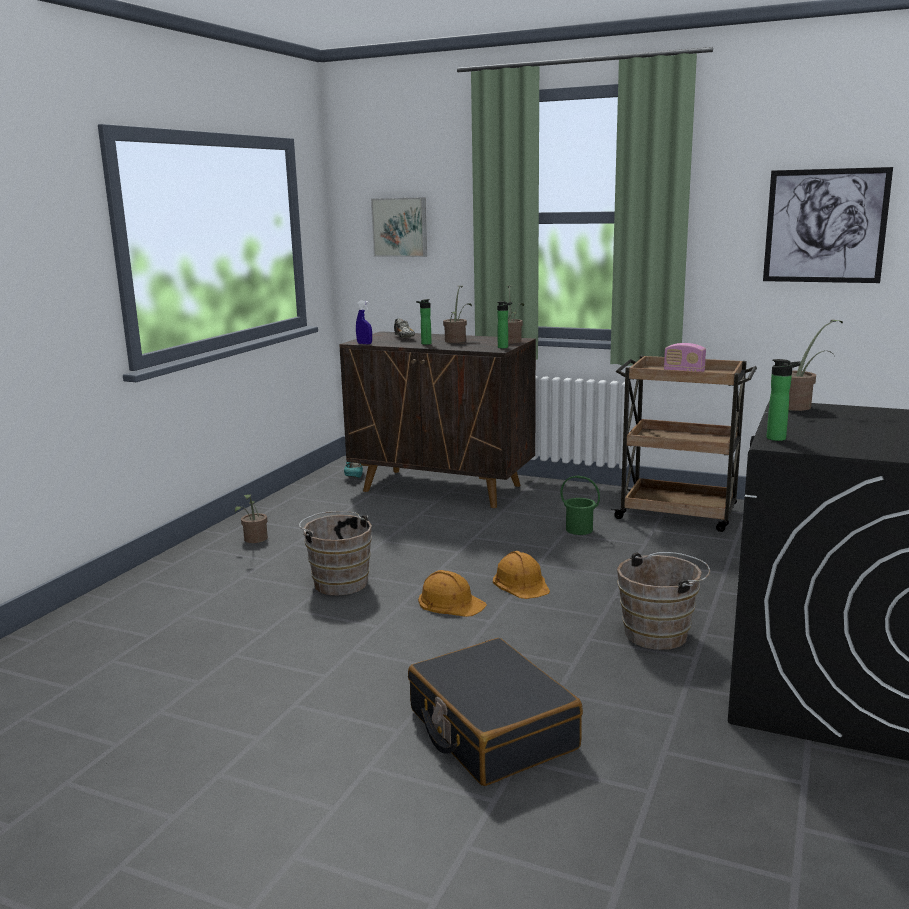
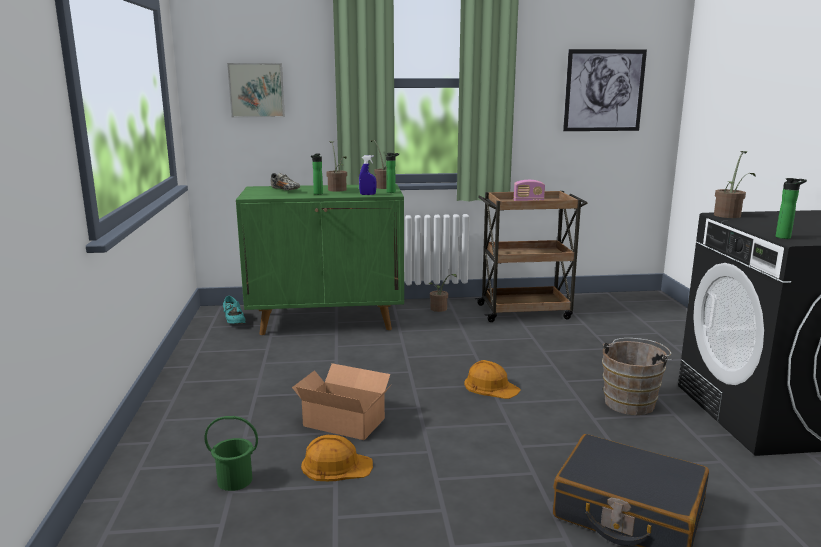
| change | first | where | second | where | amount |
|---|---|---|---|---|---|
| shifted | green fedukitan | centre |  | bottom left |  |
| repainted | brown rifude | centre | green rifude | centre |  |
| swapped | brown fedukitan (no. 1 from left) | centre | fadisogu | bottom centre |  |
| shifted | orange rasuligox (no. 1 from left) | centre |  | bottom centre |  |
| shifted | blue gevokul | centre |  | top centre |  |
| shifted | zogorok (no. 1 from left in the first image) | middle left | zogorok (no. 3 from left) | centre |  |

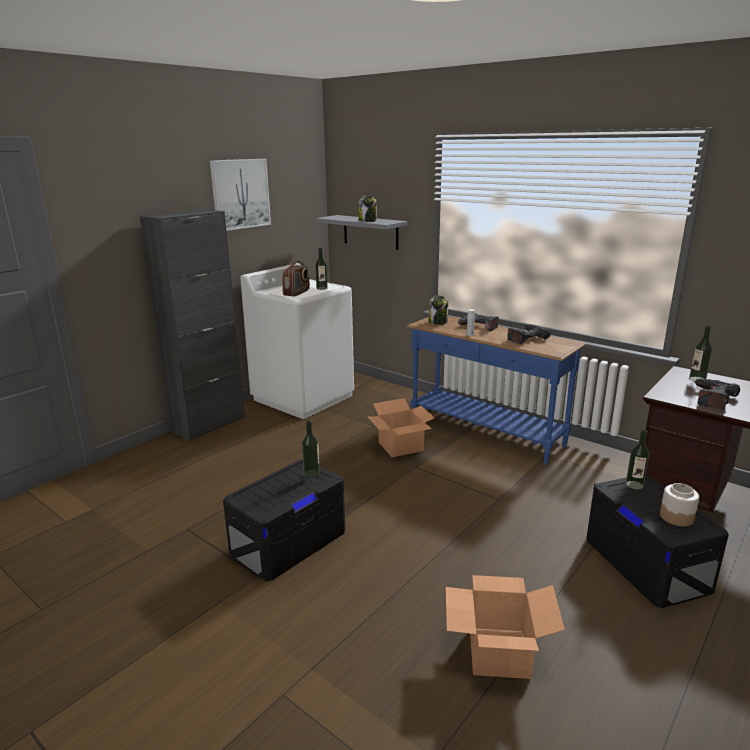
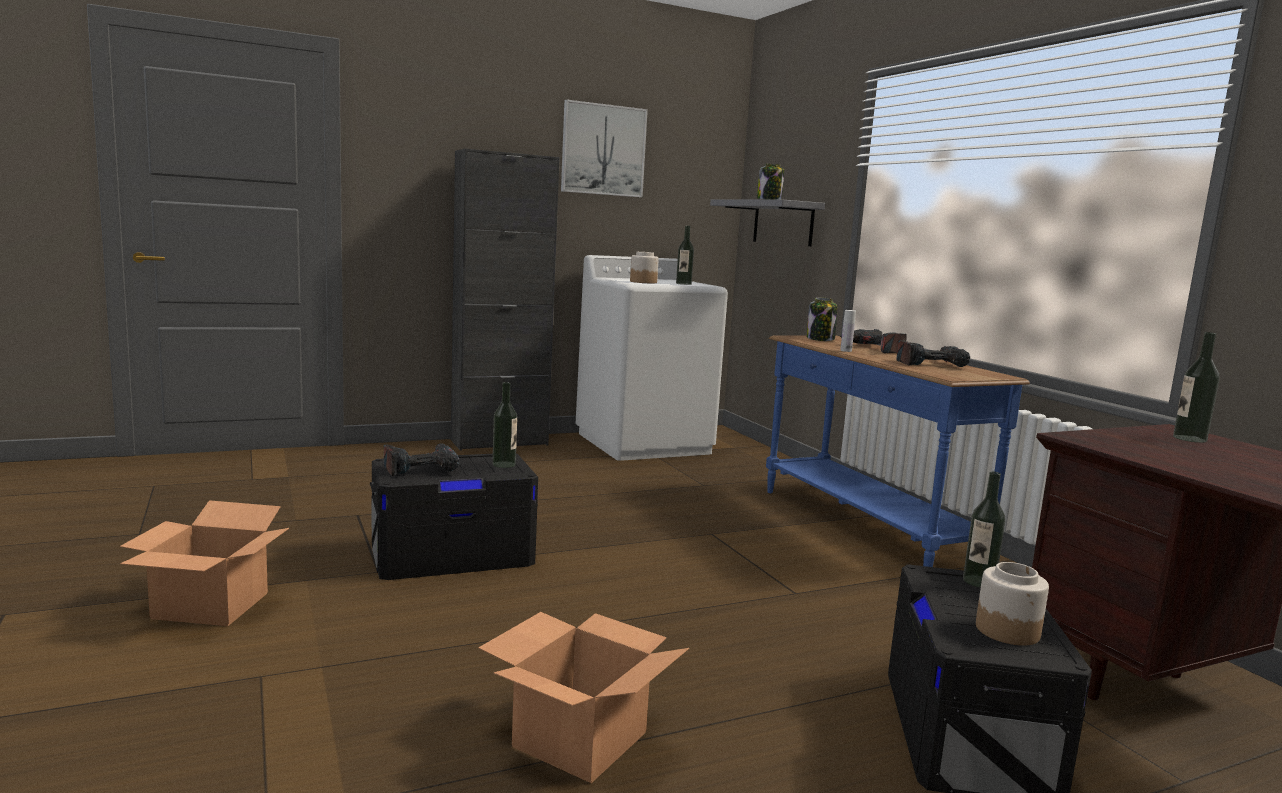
| change | first | where | second | where | amount |
|---|---|---|---|---|---|
| shifted | fadisogu (no. 1 from left) | centre |  | bottom left |  |
| shifted | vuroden (no. 3 from left in the first image) | middle right | vuroden (no. 1 from left) | middle left |  |
| swapped | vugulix | centre | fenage (no. 1 from left) | centre |  |

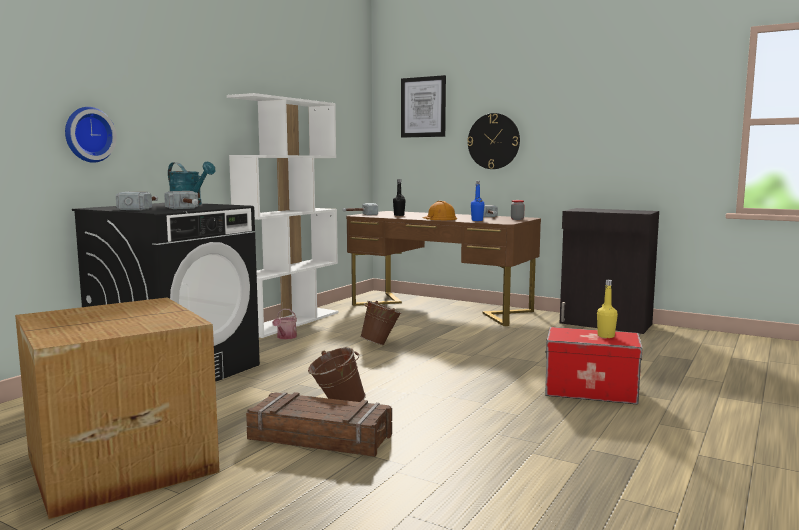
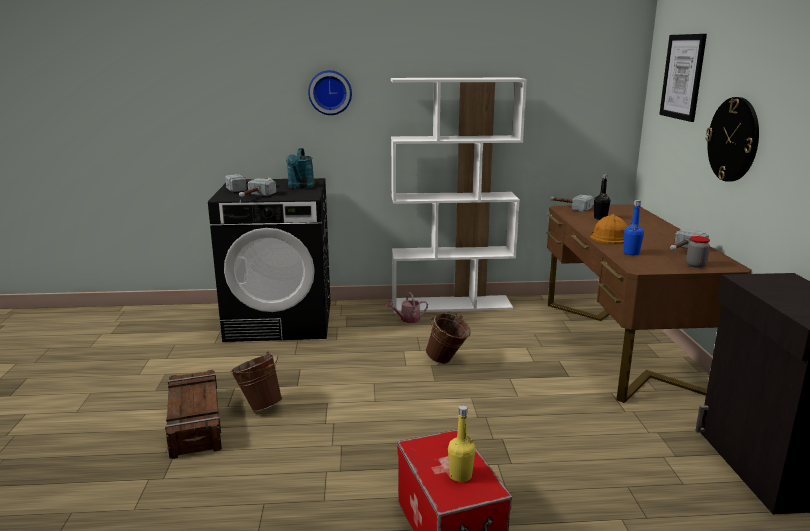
| change | first | where | second | where | amount |
|---|---|---|---|---|---|
| shifted | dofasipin (no. 1 from left) | top left |  | top centre |  |
| gone | fadisogu | bottom left |  |  |  |

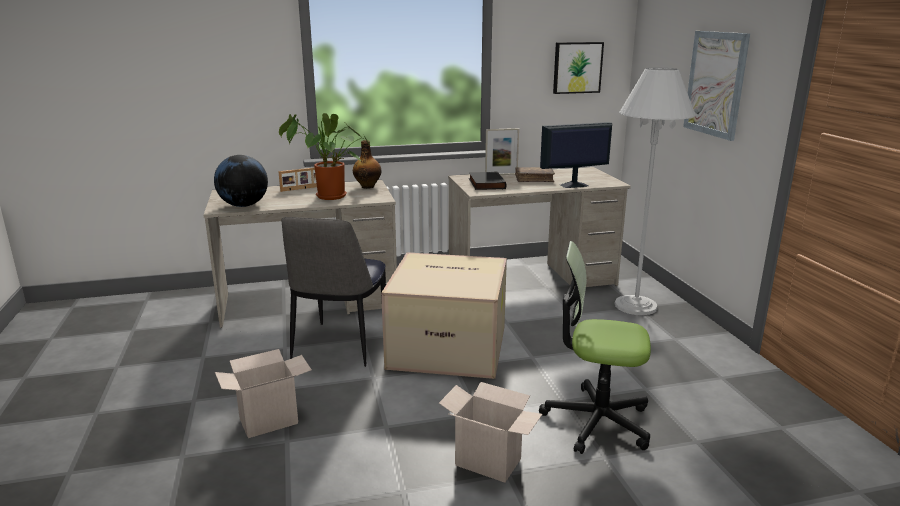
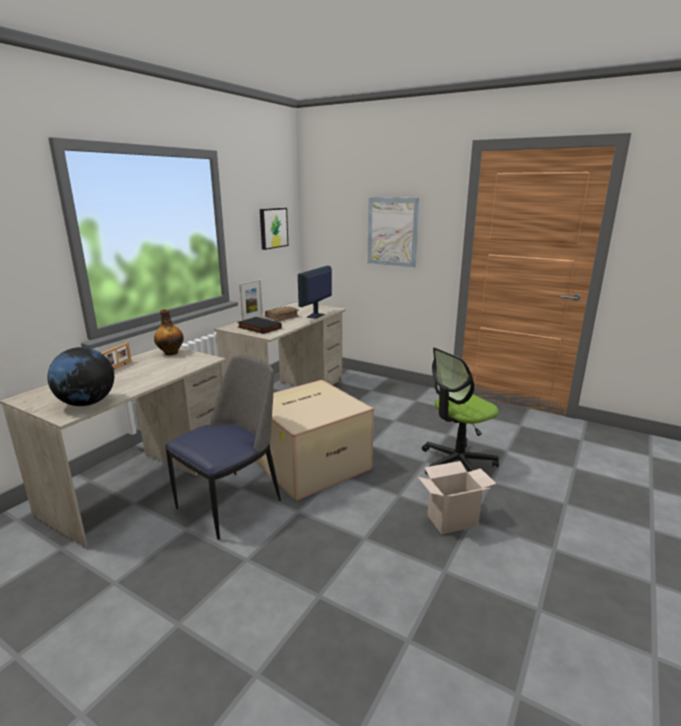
| change | first | where | second | where | amount |
|---|---|---|---|---|---|
| rotated | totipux | centre |  | middle left | 105 degrees counterclockwise |
| gone | fadisogu (no. 1 from left) | bottom left |  |  |  |
| gone | zogorok | top centre |  |  |  |
| gone | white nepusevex | middle right |  |  |  |

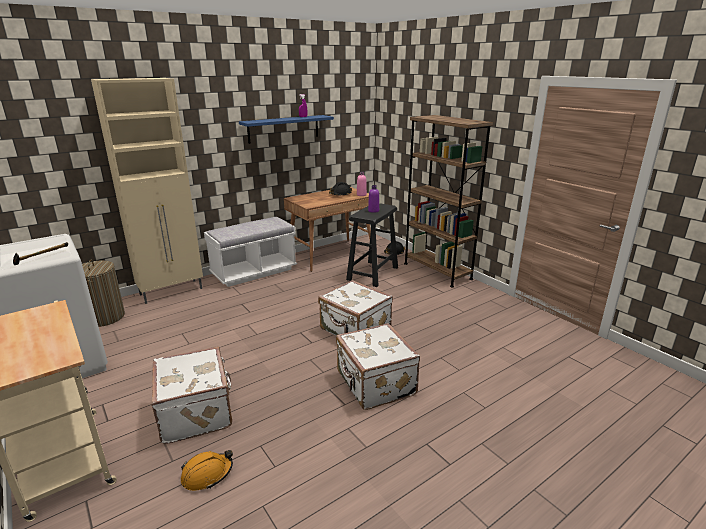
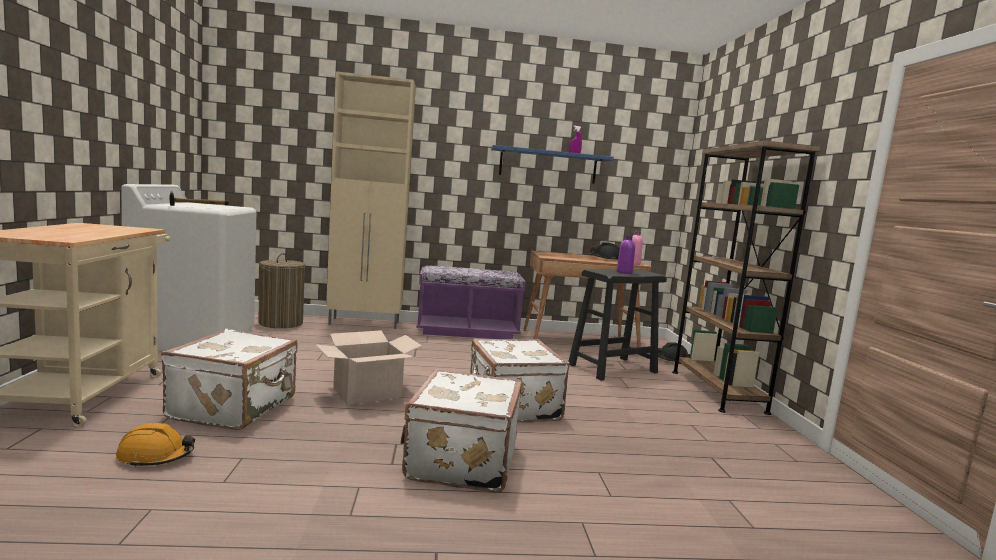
| change | first | where | second | where | amount |
|---|---|---|---|---|---|
| new |  |  | fadisogu | centre |  |
| repainted | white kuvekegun | centre | purple kuvekegun | centre |  |

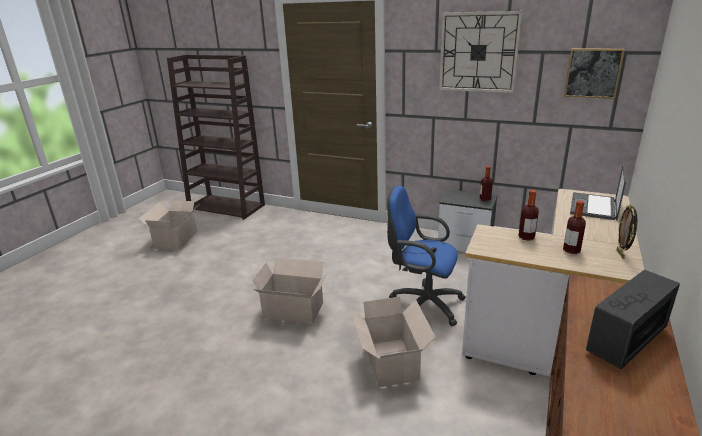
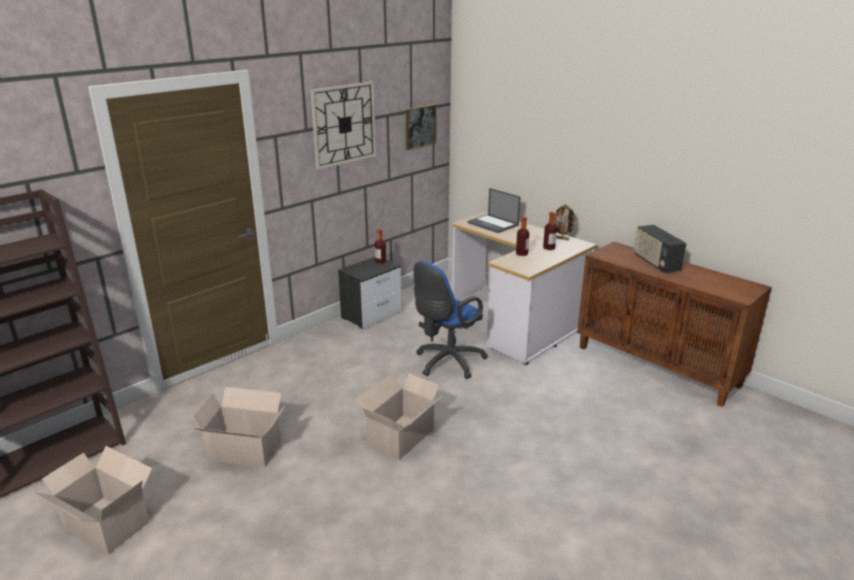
| change | first | where | second | where | amount |
|---|---|---|---|---|---|
| shifted | fadisogu (no. 3 from left in the first image) | bottom centre | fadisogu (no. 2 from left) | bottom left |  |

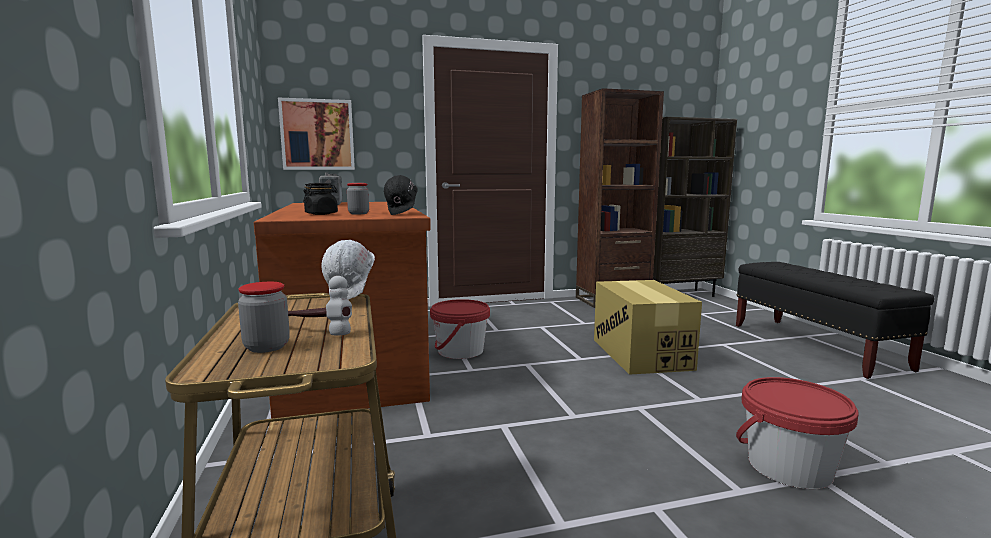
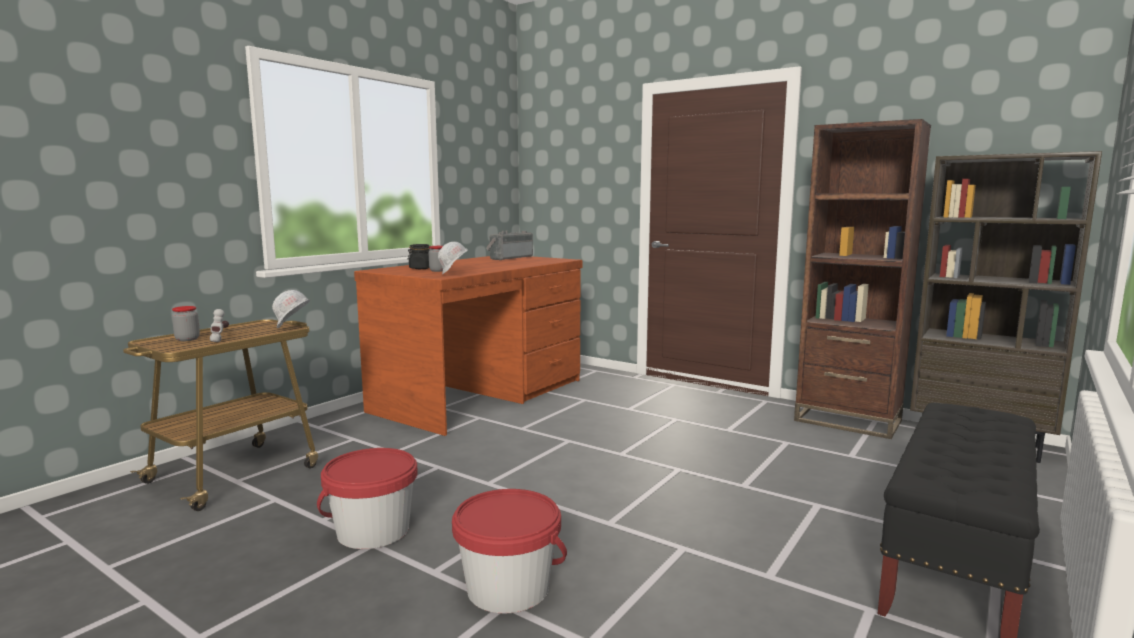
| change | first | where | second | where | amount |
|---|---|---|---|---|---|
| shifted | red fedukitan (no. 1 from left) | centre |  | bottom left |  |
| repainted | black rasuligox | centre | white rasuligox (no. 2 from left) | centre |  |
| gone | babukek | top left |  |  |  |
| gone | fadisogu | centre |  |  |  |

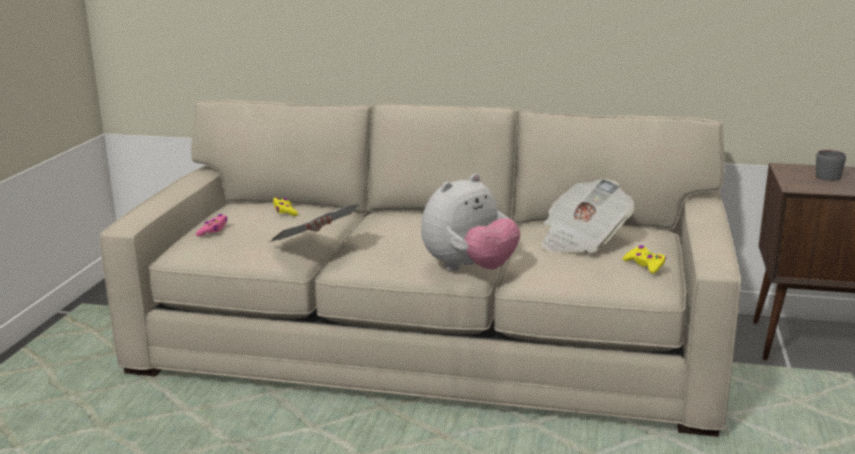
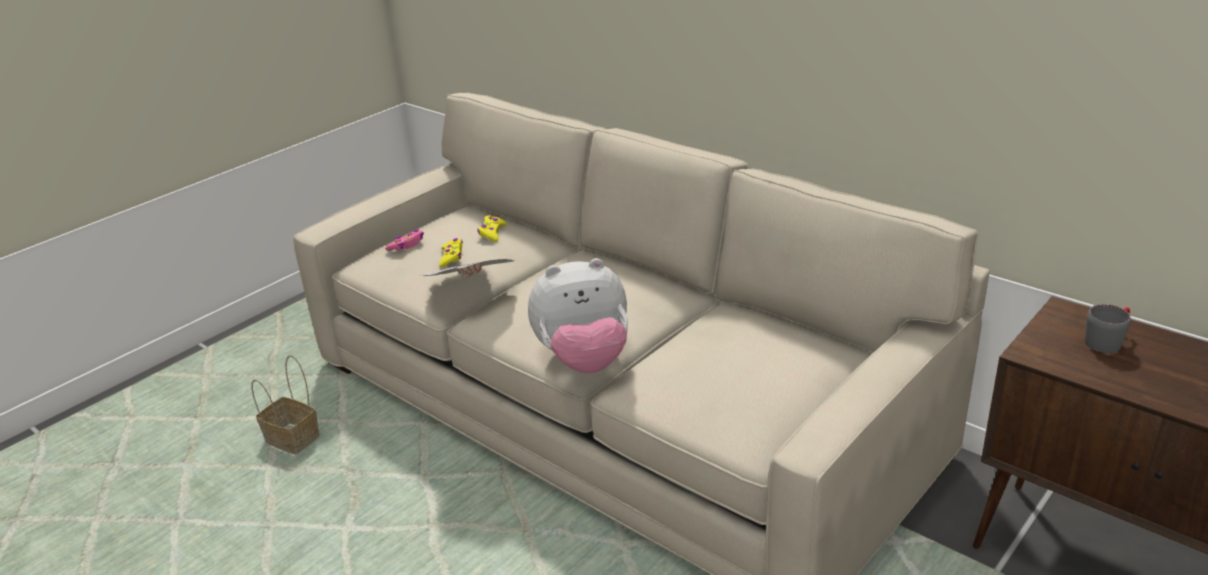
| change | first | where | second | where | amount |
|---|---|---|---|---|---|
| new |  |  | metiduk | bottom left |  |
| shifted | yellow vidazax (no. 2 from left in the first image) | middle right | yellow vidazax (no. 1 from left) | centre |  |
| gone | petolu (no. 2 from left) | middle right |  |  |  |

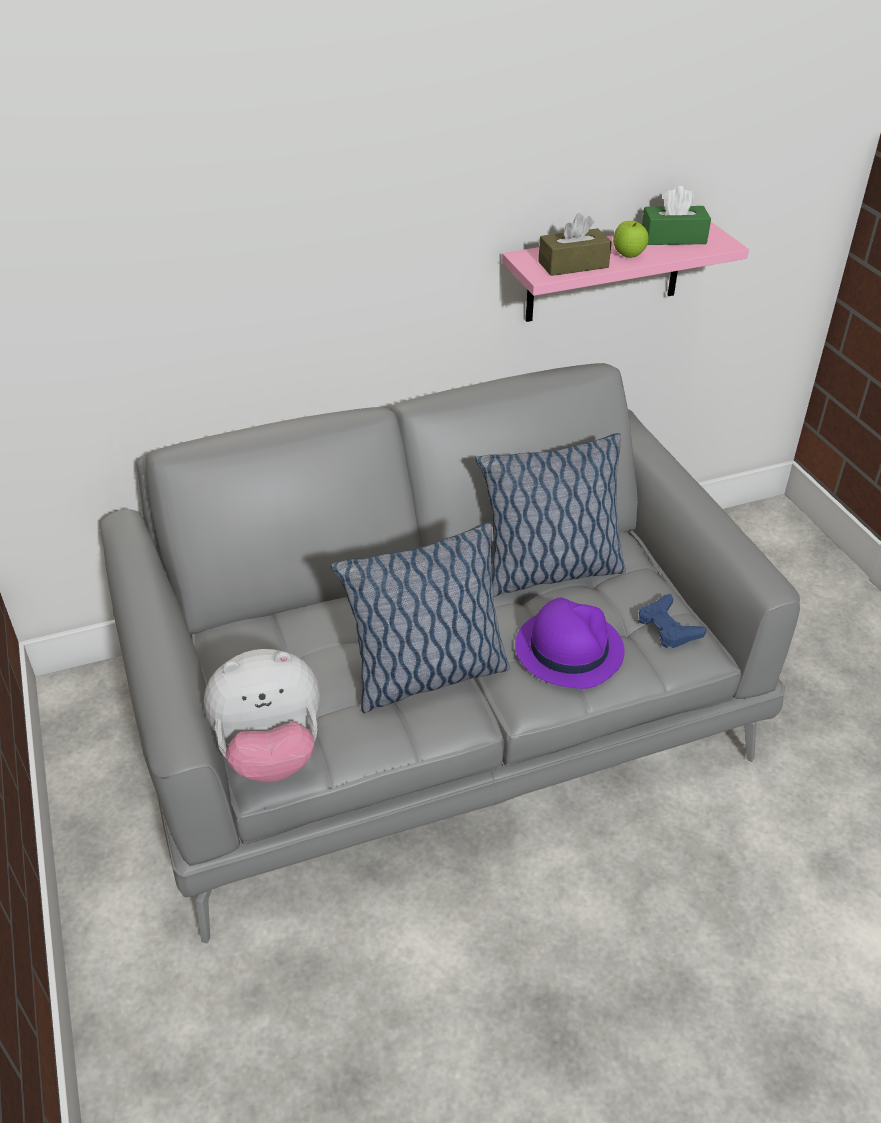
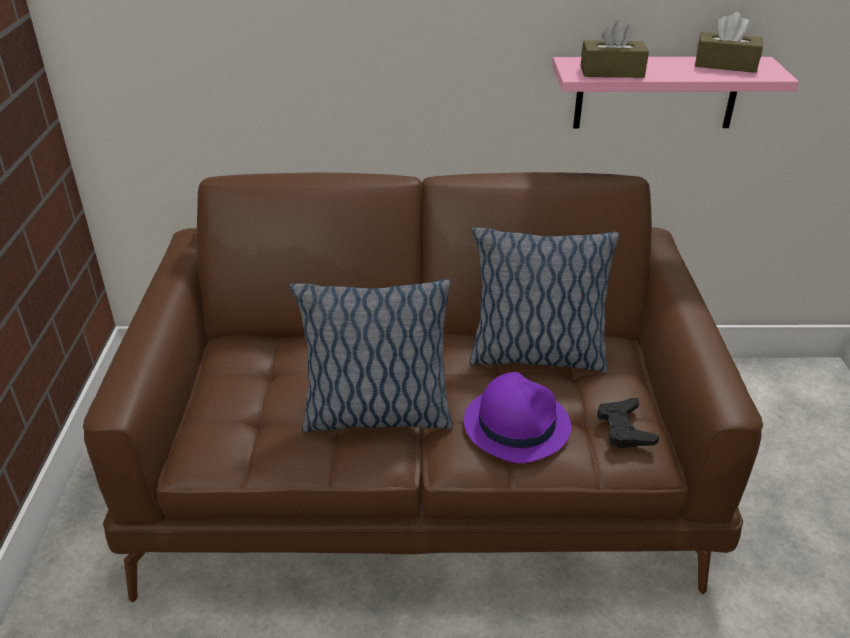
| change | first | where | second | where | amount |
|---|---|---|---|---|---|
| repainted | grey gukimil | centre | brown gukimil | centre |  |
| repainted | blue vidazax | middle right | black vidazax | middle right |  |
| repainted | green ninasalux | top right | brown ninasalux (no. 2 from left) | top right |  |
| gone | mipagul | middle left |  |  |  |
| gone | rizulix | top right |  |  |  |

